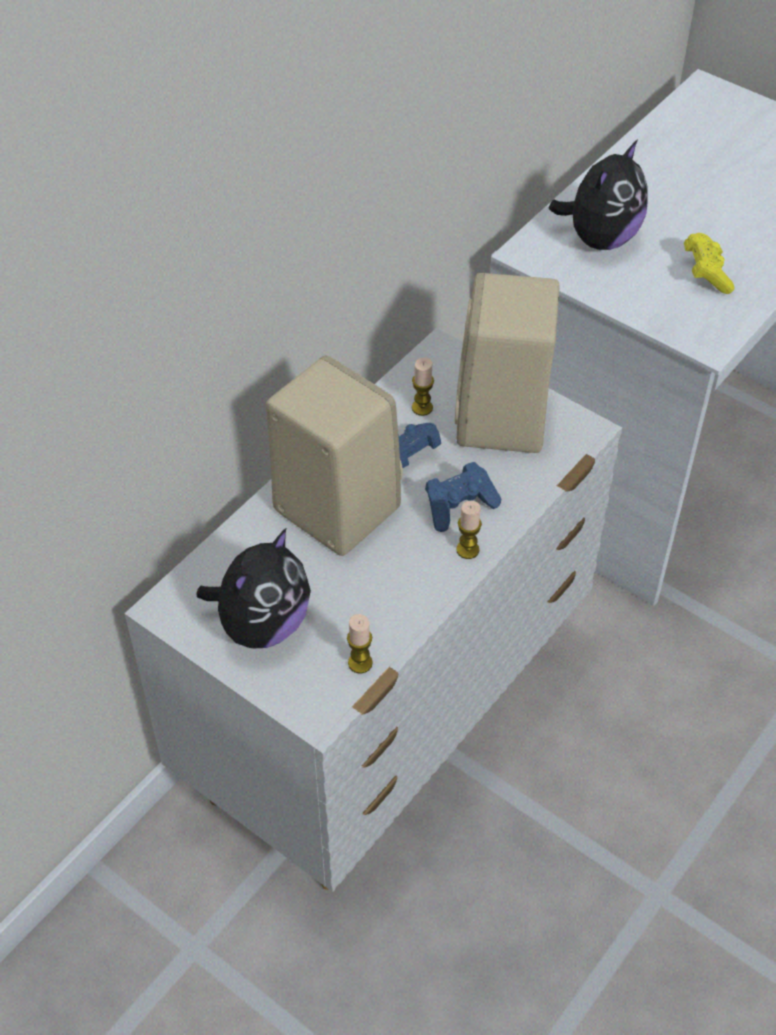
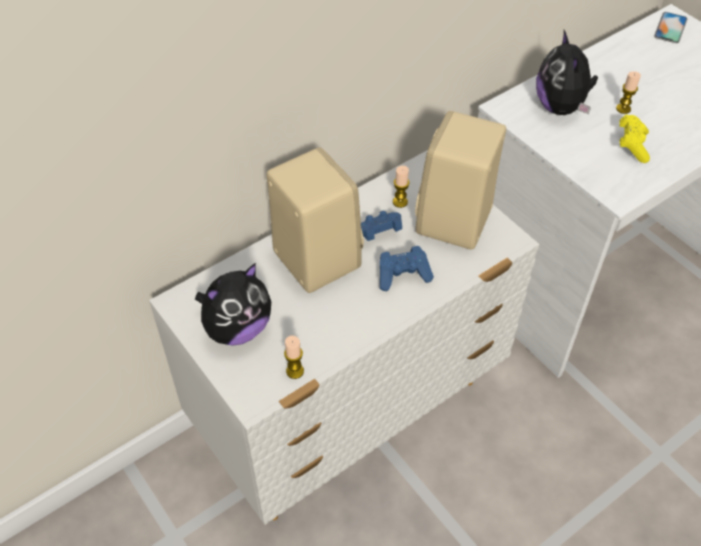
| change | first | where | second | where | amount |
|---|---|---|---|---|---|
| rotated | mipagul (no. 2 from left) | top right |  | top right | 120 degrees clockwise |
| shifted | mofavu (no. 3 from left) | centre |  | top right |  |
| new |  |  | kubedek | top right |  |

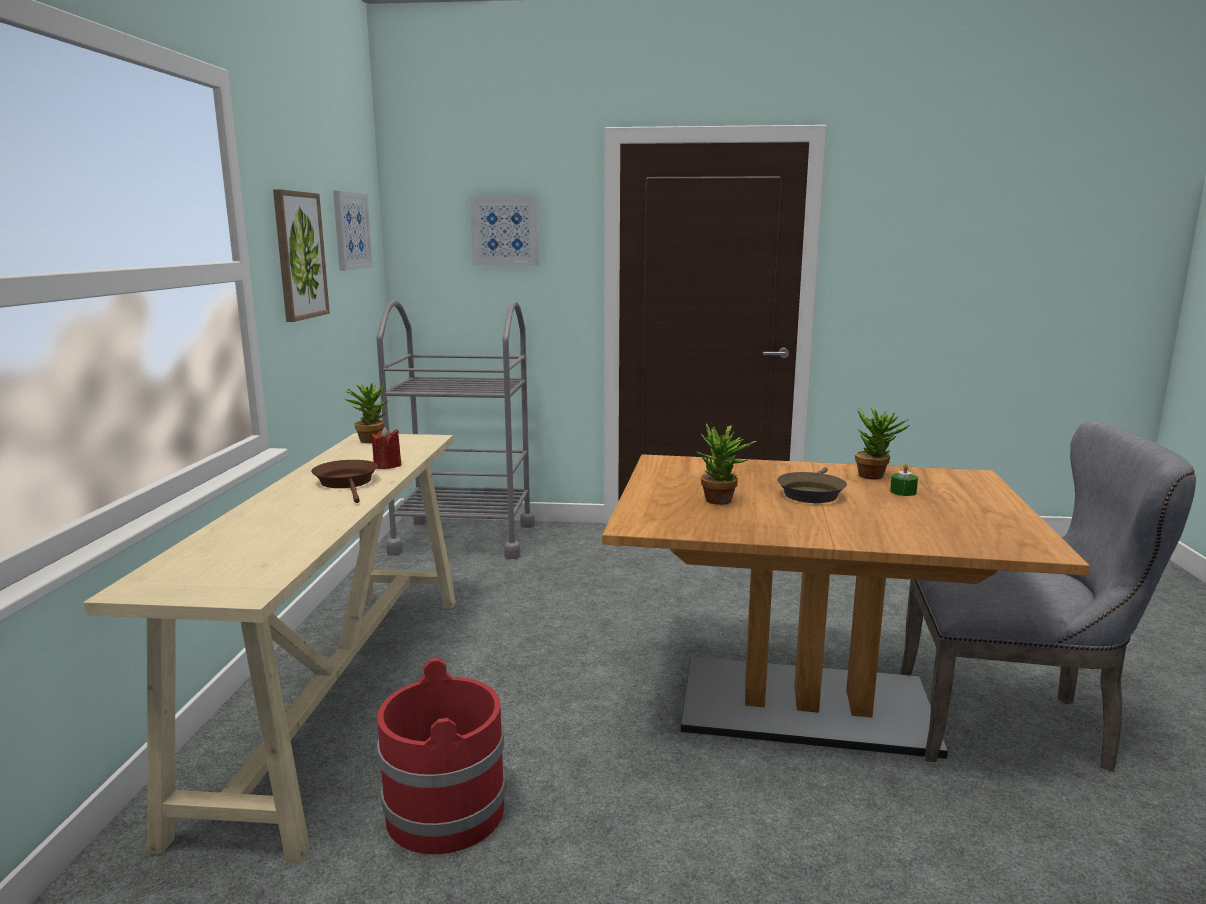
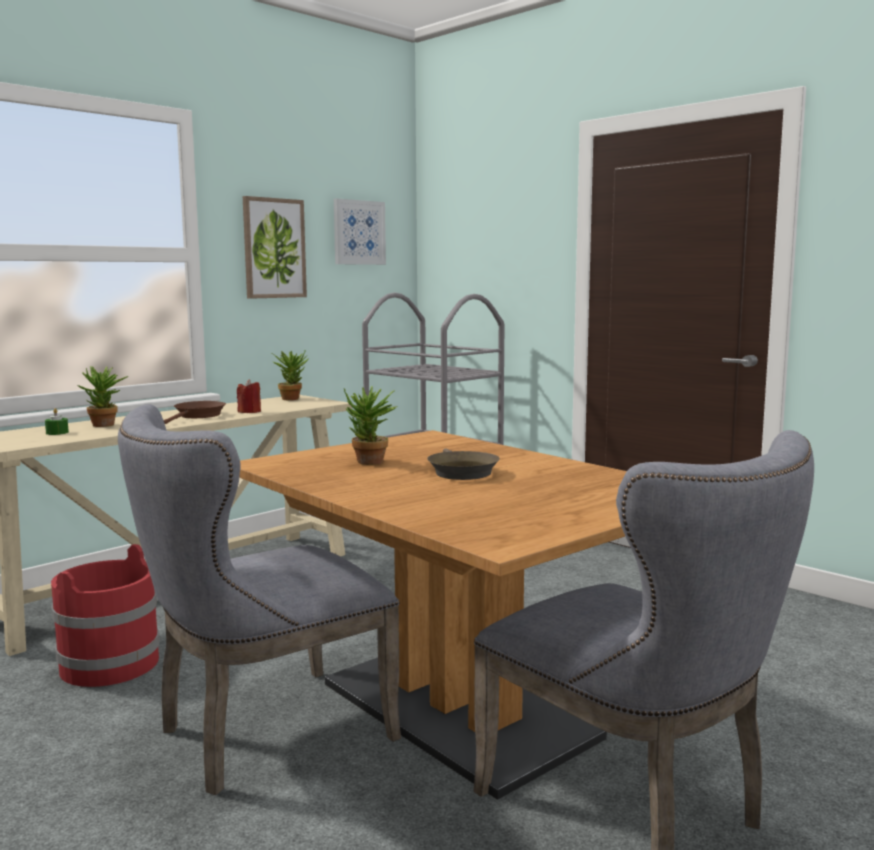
| change | first | where | second | where | amount |
|---|---|---|---|---|---|
| shifted | green mofavu | middle right |  | middle left |  |
| shifted | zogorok (no. 3 from left in the first image) | middle right | zogorok (no. 1 from left) | middle left |  |
| new |  |  | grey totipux (no. 1 from left) | bottom left |  |
| rotated | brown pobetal (no. 2 from left) | middle right |  | centre | 75 degrees counterclockwise |
| gone | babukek (no. 3 from left) | top centre |  |  |  |

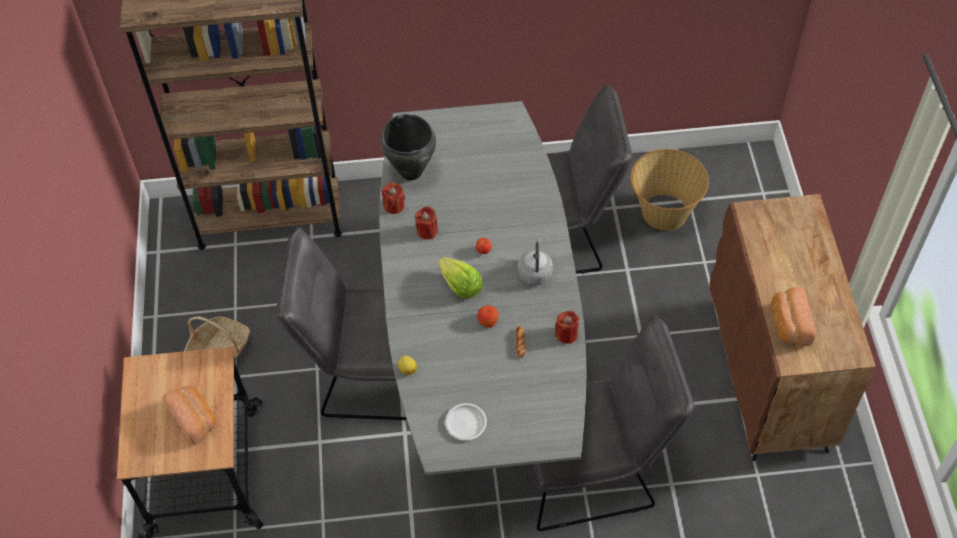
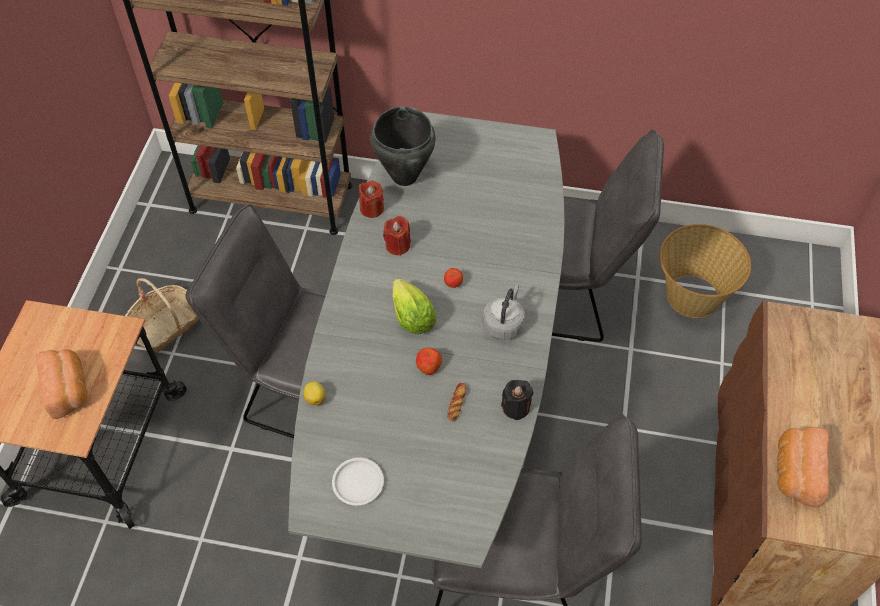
| change | first | where | second | where | amount |
|---|---|---|---|---|---|
| repainted | red mofavu (no. 3 from left) | centre | black mofavu | centre |  |

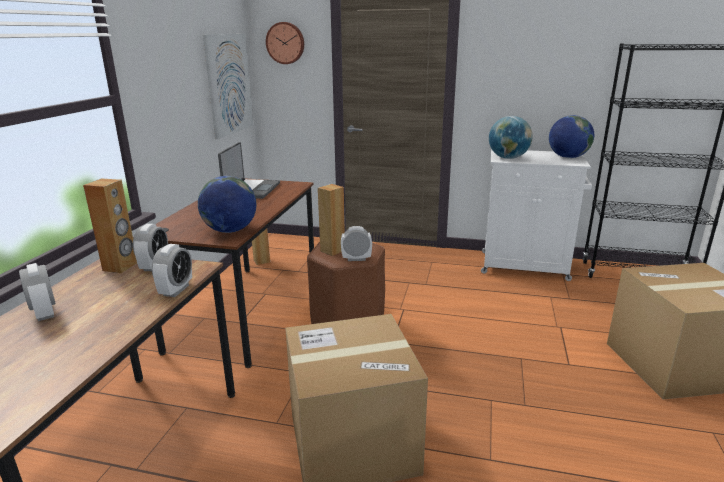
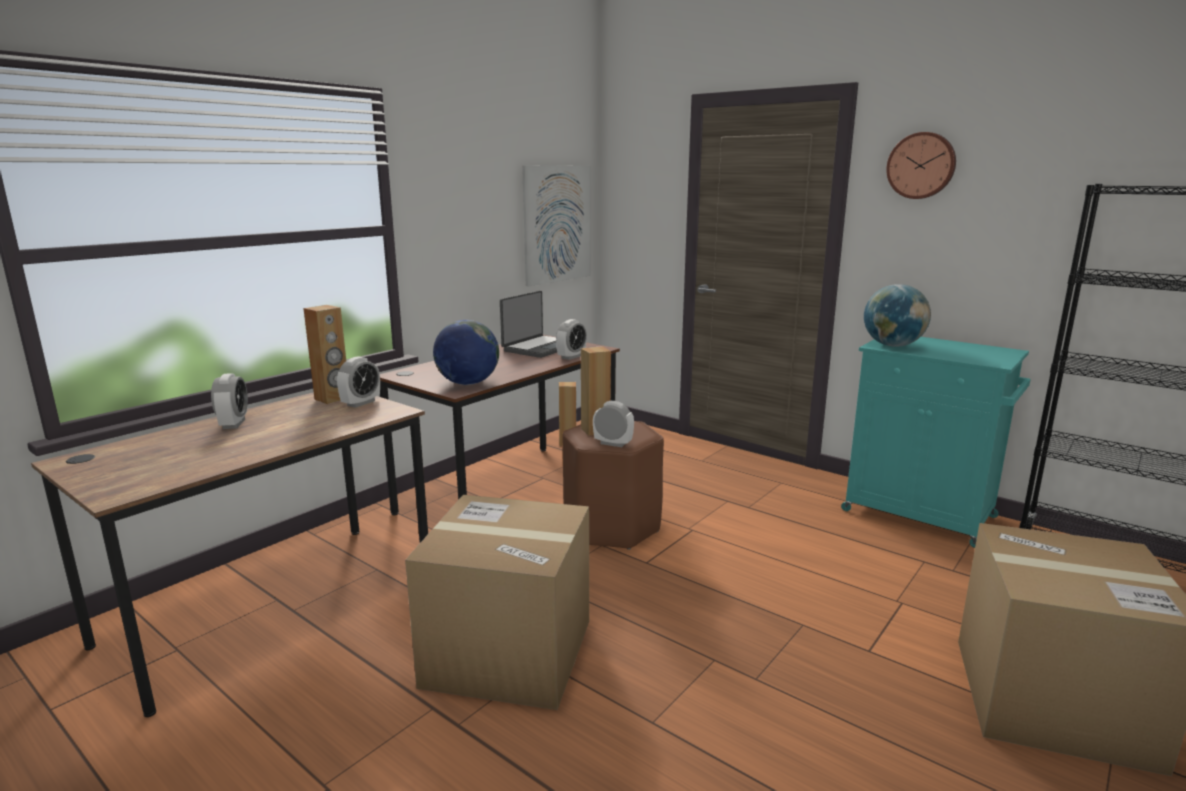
| change | first | where | second | where | amount |
|---|---|---|---|---|---|
| shifted | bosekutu (no. 3 from left) | middle left |  | centre |  |
| repainted | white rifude | middle right | turquoise rifude | middle right |  |
| shifted | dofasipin | top centre |  | top right |  |
| gone | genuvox (no. 3 from left) | top right |  |  |  |

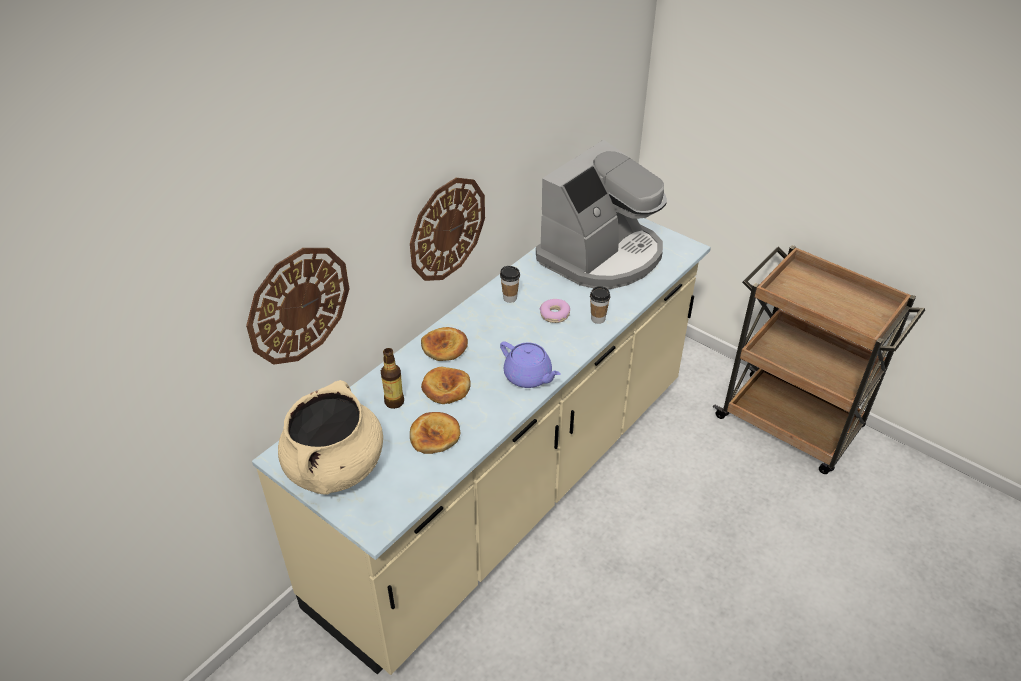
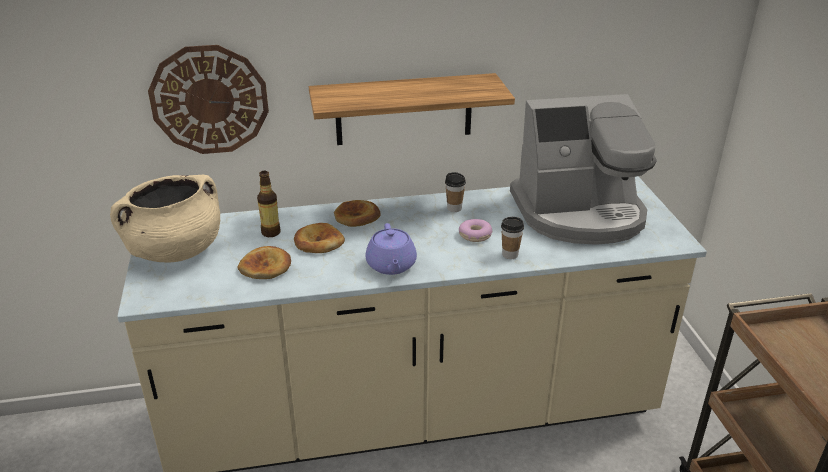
| change | first | where | second | where | amount |
|---|---|---|---|---|---|
| swapped | dofasipin (no. 2 from left) | centre | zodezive | top centre |  |

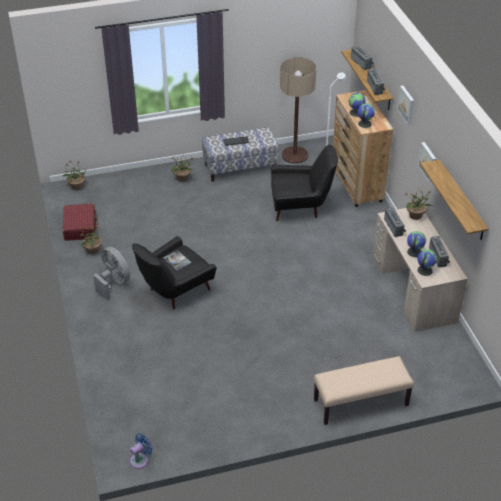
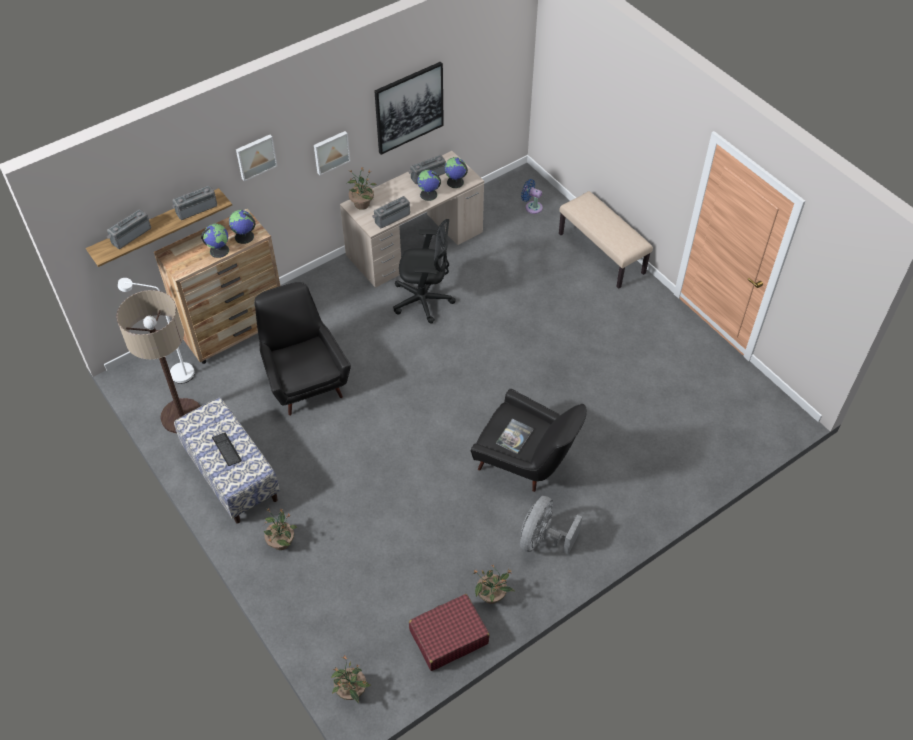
| change | first | where | second | where | amount |
|---|---|---|---|---|---|
| swapped | zodezive (no. 2 from left) | middle right | babukek (no. 3 from left) | top centre |  |
| new |  |  | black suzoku | centre |  |
| shifted | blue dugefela | bottom left |  | top centre |  |

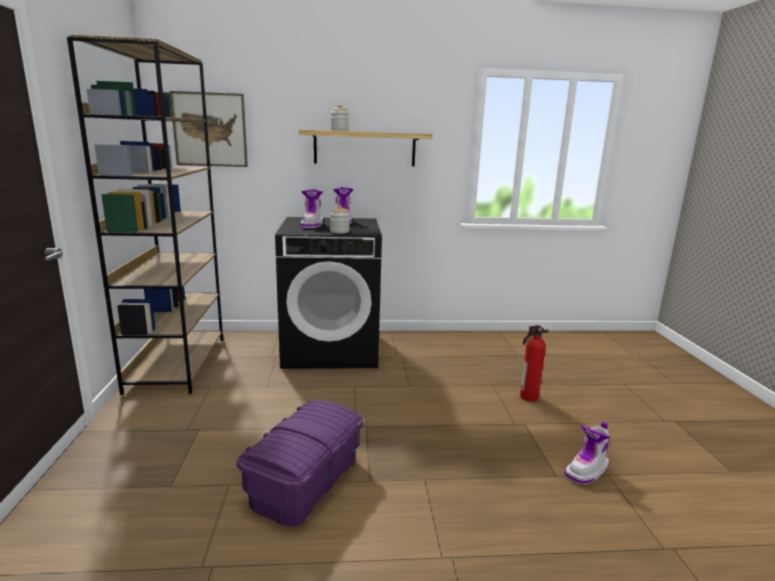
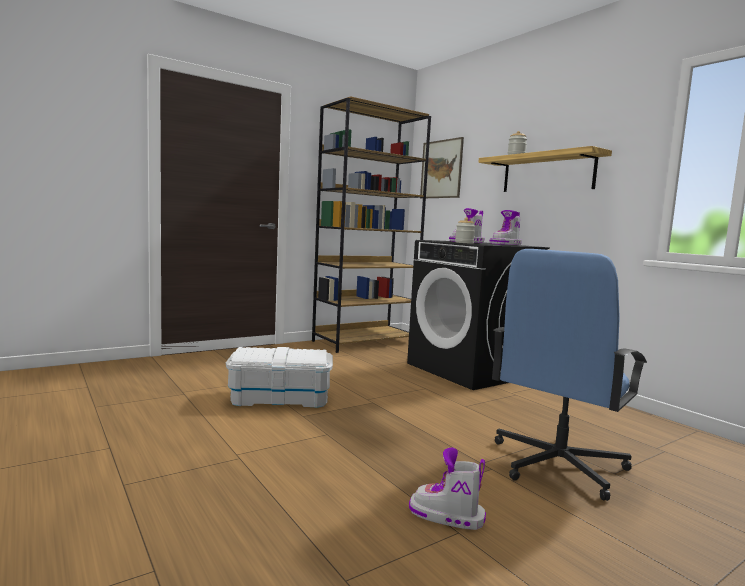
| change | first | where | second | where | amount |
|---|---|---|---|---|---|
| repainted | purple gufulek | bottom centre | white gufulek | centre |  |
| swapped | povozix | middle right | blue suzoku | middle right |  |

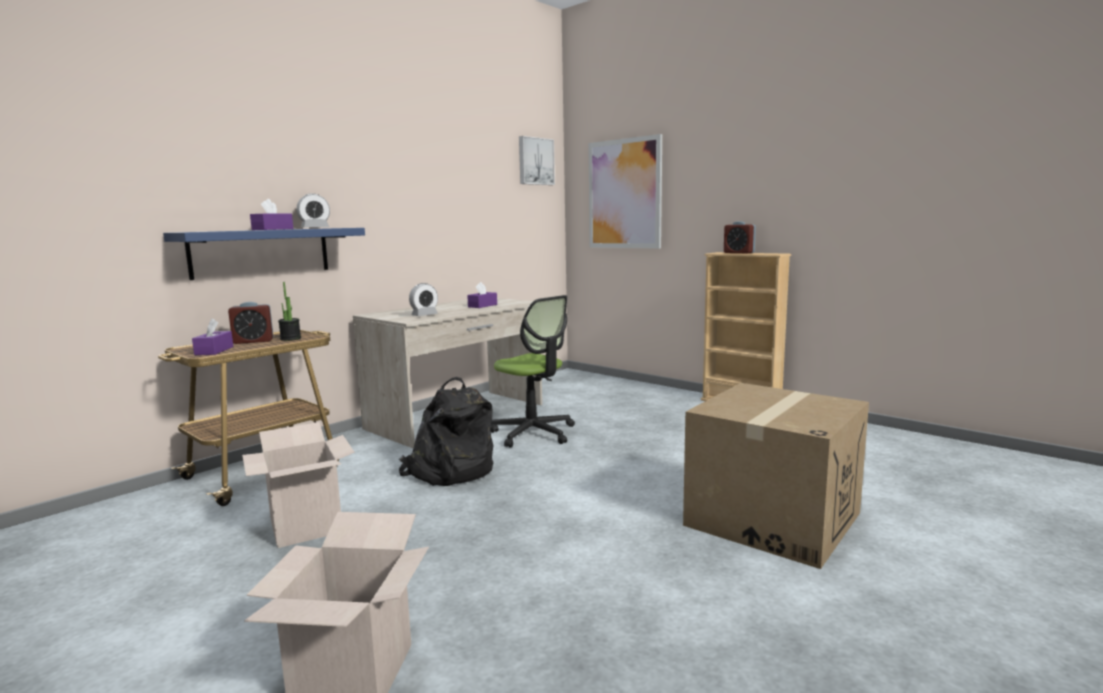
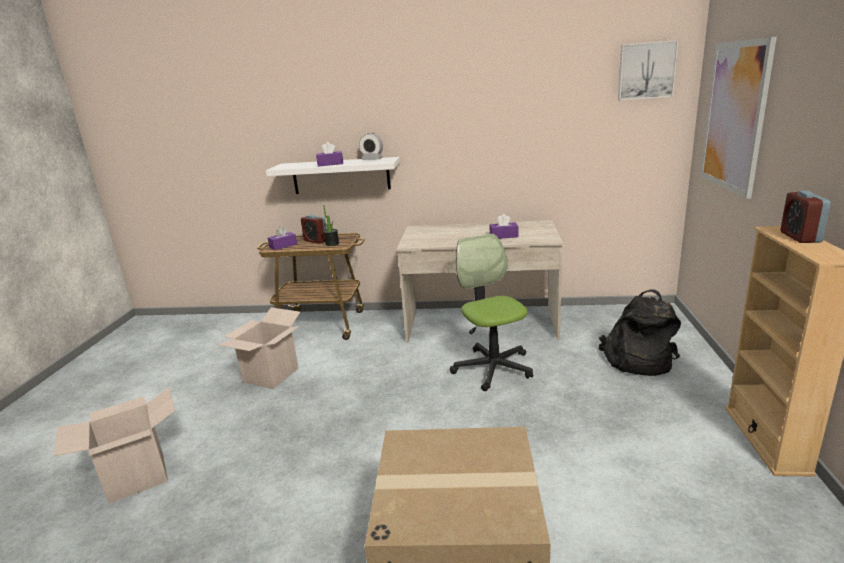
| change | first | where | second | where | amount |
|---|---|---|---|---|---|
| repainted | blue zodezive | middle left | white zodezive | top centre |  |
| rotated | suzoku | centre |  | centre | 150 degrees clockwise |
| shifted | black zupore | centre |  | middle right |  |
| gone | bosekutu (no. 3 from left) | centre |  |  |  |

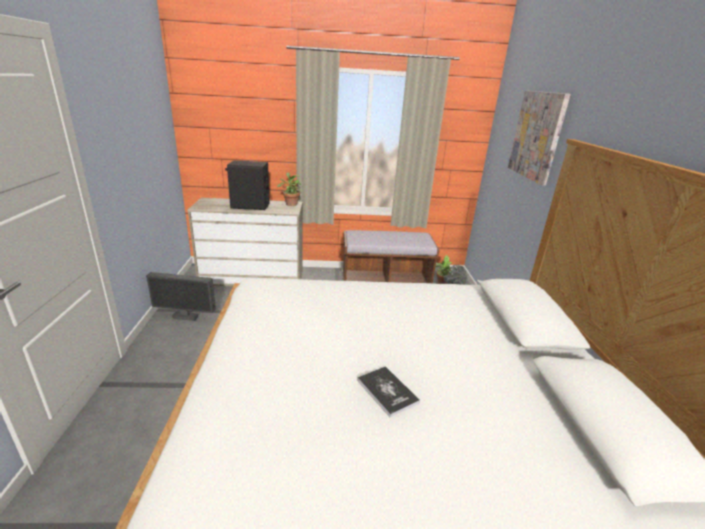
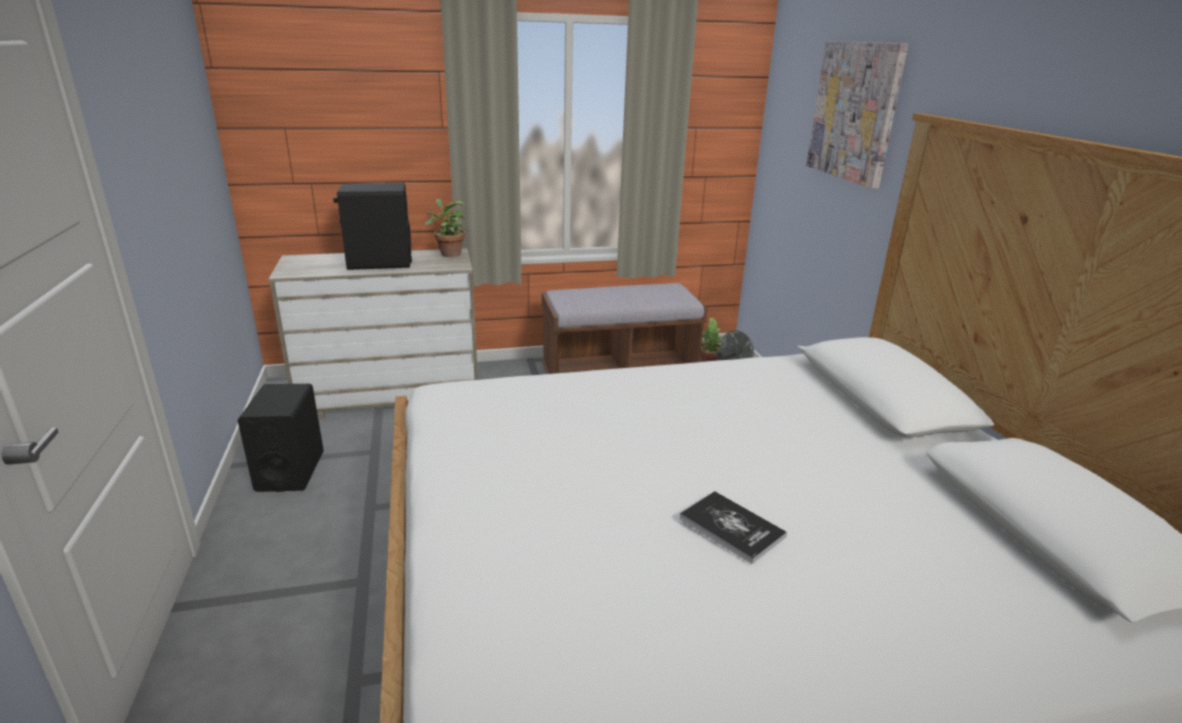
| change | first | where | second | where | amount |
|---|---|---|---|---|---|
| swapped | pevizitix | middle left | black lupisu (no. 1 from left) | middle left |  |

